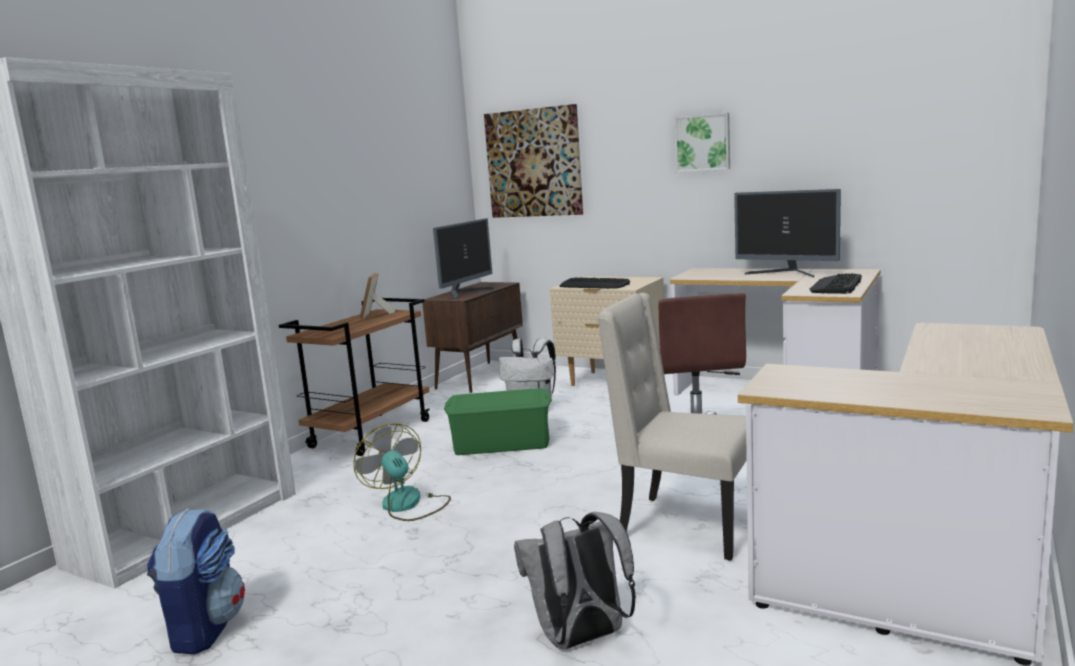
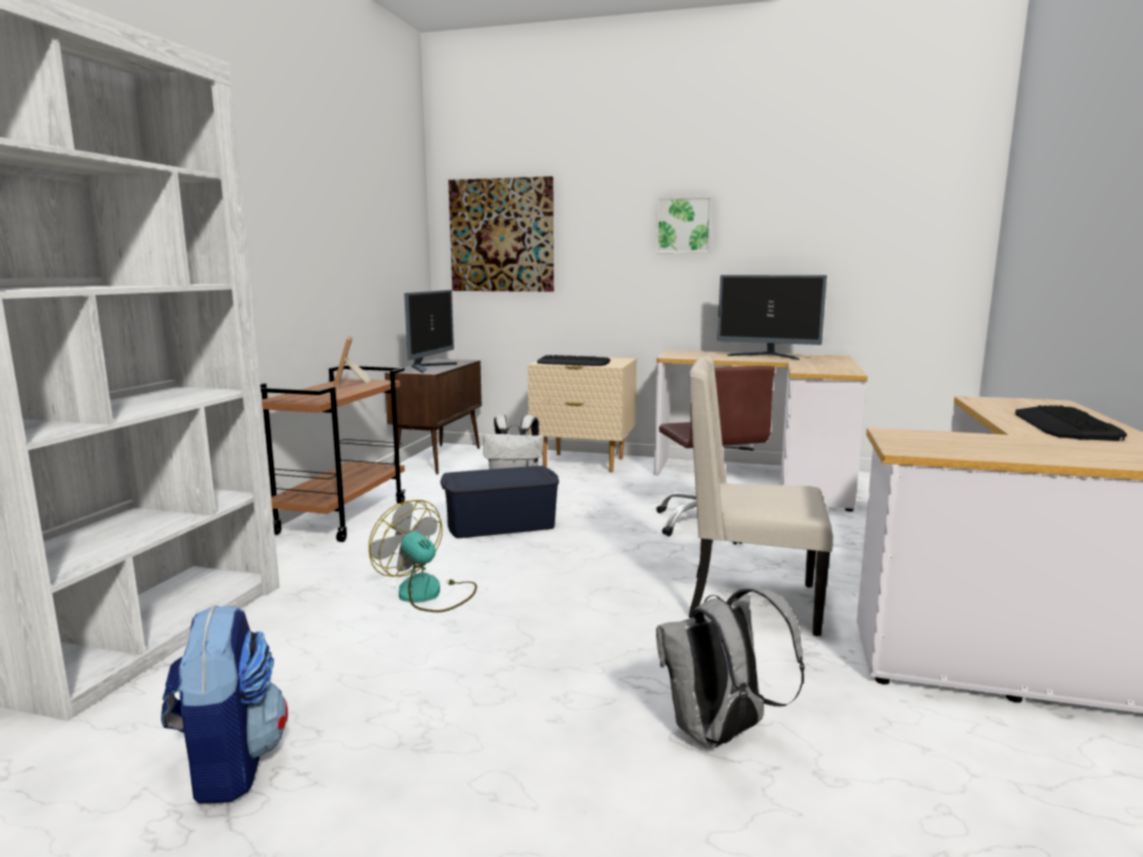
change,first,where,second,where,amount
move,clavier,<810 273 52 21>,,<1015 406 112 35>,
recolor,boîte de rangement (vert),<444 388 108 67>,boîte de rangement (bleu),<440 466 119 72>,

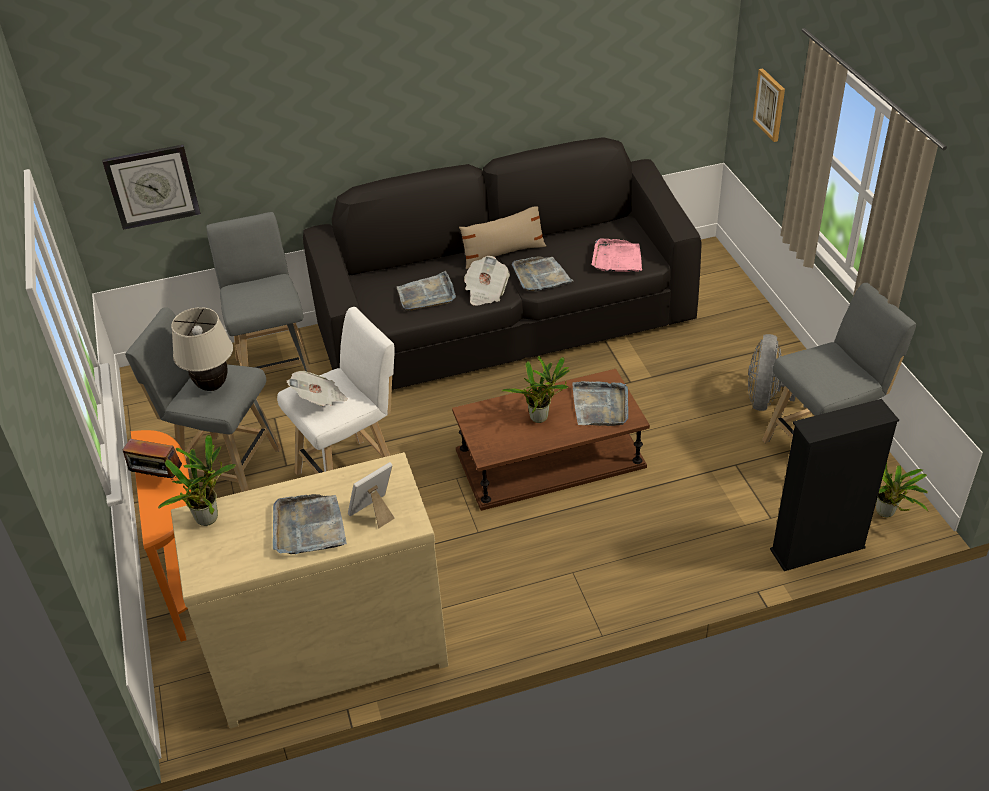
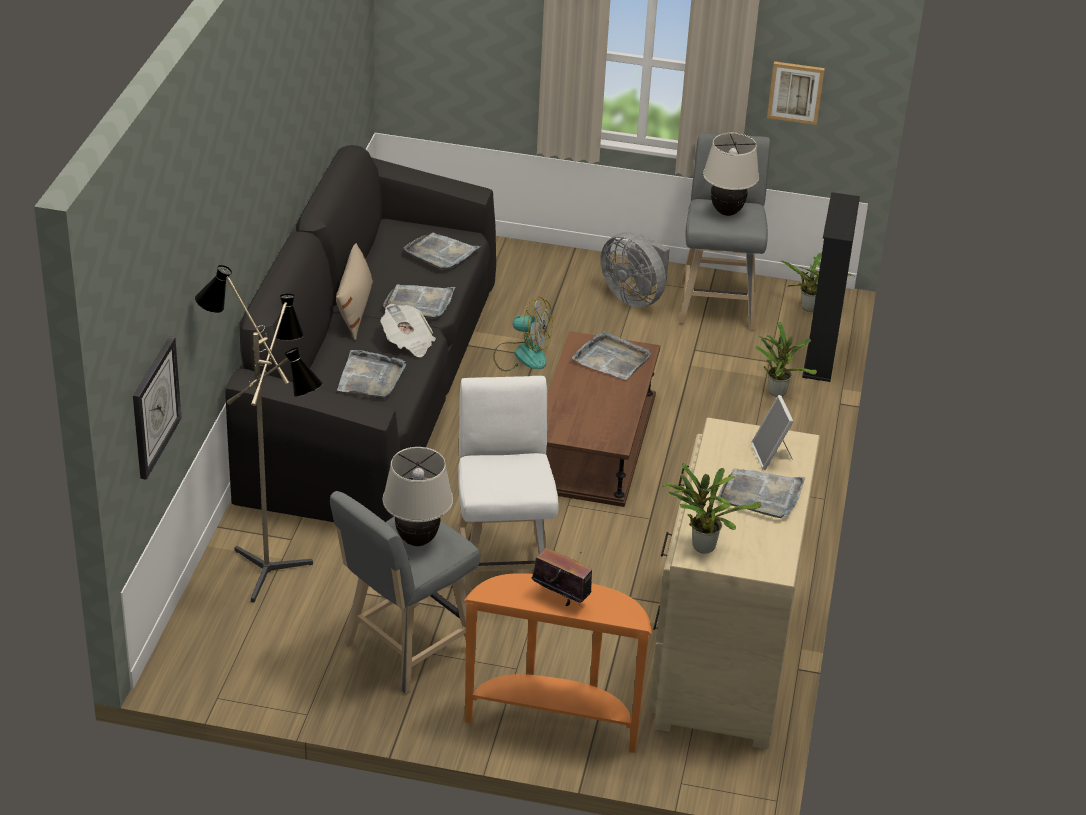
change,first,where,second,where,amount
delete,journal,<287 371 61 35>,,,
insert,,,ventilateur,<493 297 60 74>,
insert,,,lampe de table (beige),<703 133 56 83>,
move,plante en pot,<501 356 70 67>,,<755 322 62 75>,
move,tableau,<753 68 32 74>,,<767 61 58 64>,
replace,tabouret (gris),<206 212 105 161>,lampadaire,<195 265 128 338>,
recolor,plateau (rose),<592 239 50 33>,plateau (gris),<403 233 77 37>,
rotate,radio,<123 439 59 41>,,<532 548 60 59>,105 degrees counterclockwise

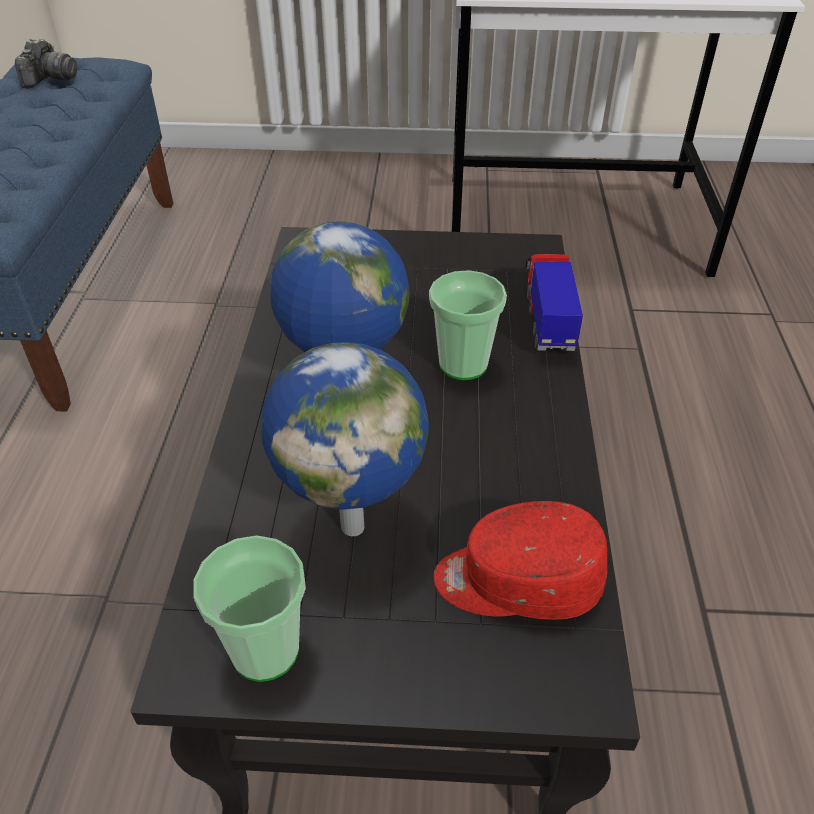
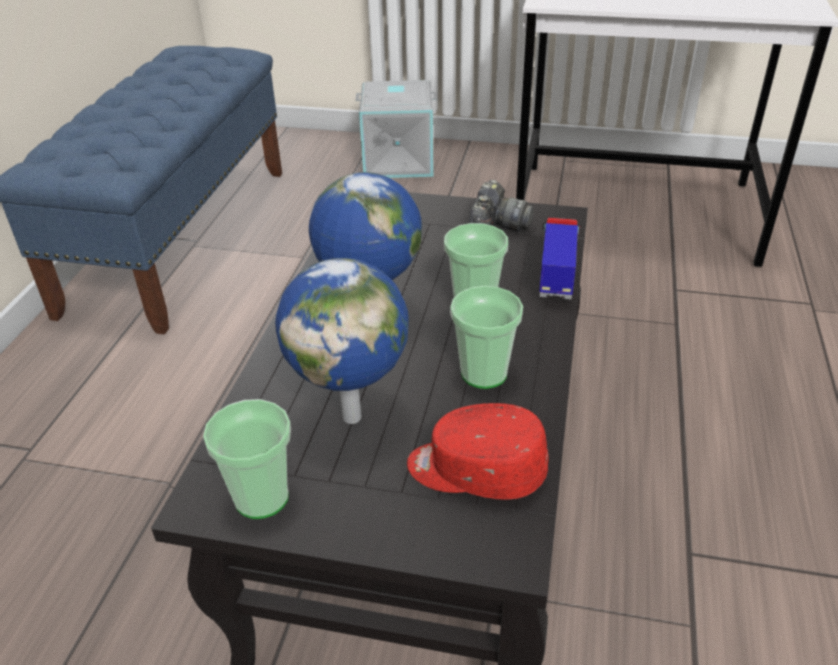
change,first,where,second,where,amount
insert,,,boîte de rangement (gris),<355 80 82 98>,
insert,,,tasse,<450 286 73 103>,
move,appareil photo,<15 39 62 49>,,<469 180 65 52>,

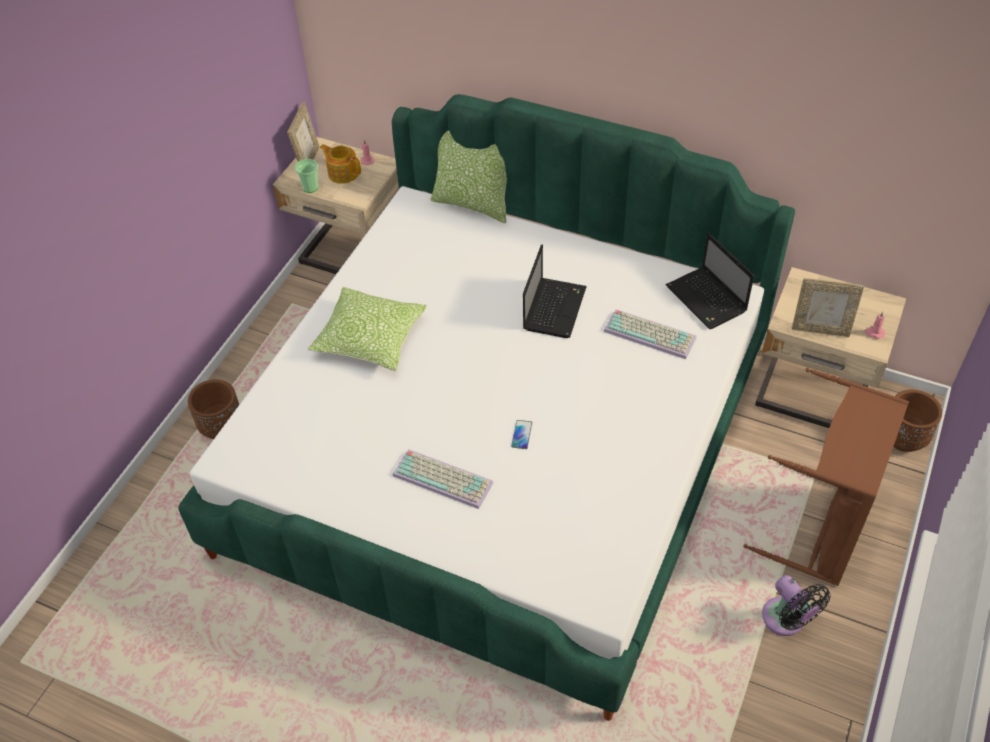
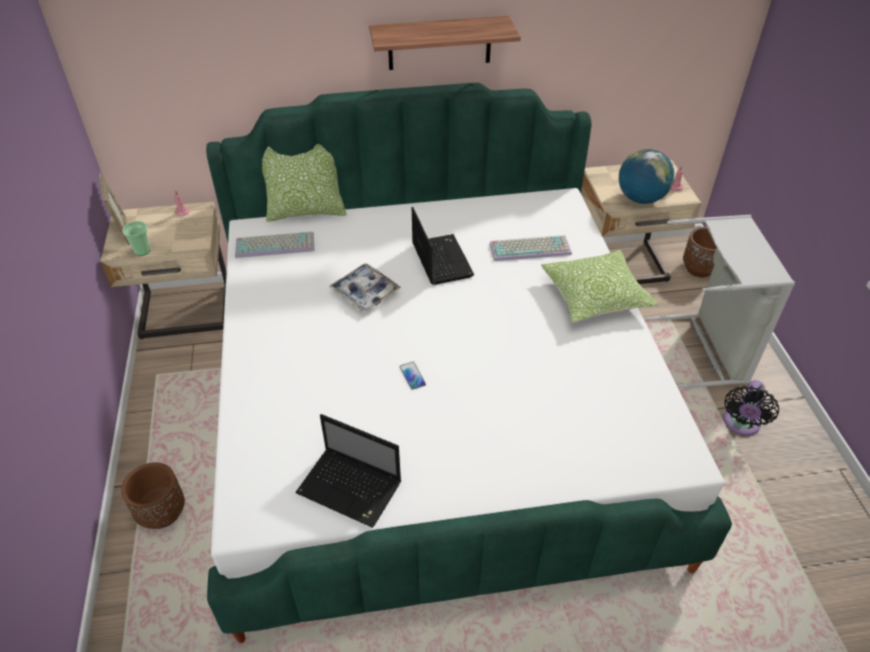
change,first,where,second,where,amount
delete,théière,<320 144 41 40>,,,
insert,,,plateau,<329 263 72 49>,
insert,,,étagère,<369 16 152 54>,
move,coussin,<308 287 119 84>,,<541 250 118 73>,
move,clavier,<393 449 100 60>,,<235 232 79 26>,
move,téléphone,<511 420 21 29>,,<400 362 26 28>,
move,ordinateur portable,<666 233 88 96>,,<295 414 106 114>,
replace,cadre photo,<792 278 72 59>,globe,<619 149 55 55>,
recolor,panier à linge (marron),<744 368 165 218>,panier à linge (gris),<643 215 152 173>,
rotate,ventilateur (noir),<762 575 68 61>,,<723 380 56 56>,90 degrees clockwise

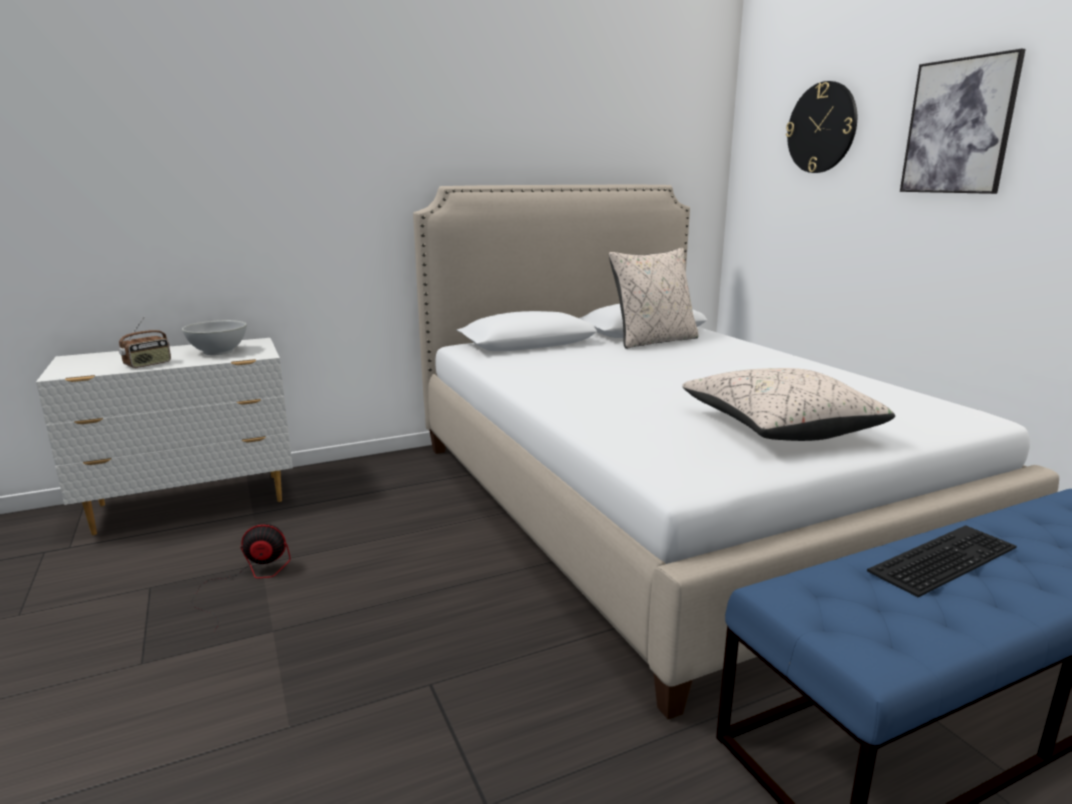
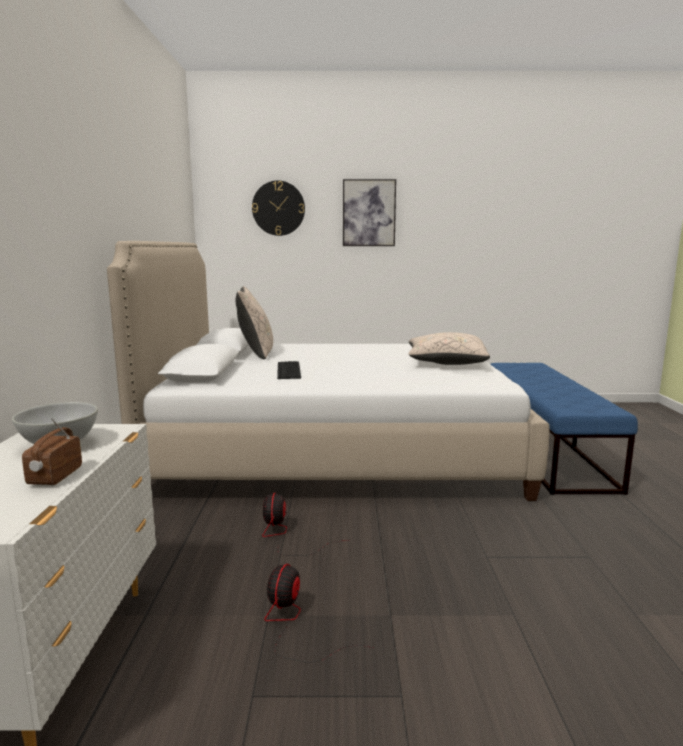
change,first,where,second,where,amount
insert,,,ventilateur,<262 493 75 63>,
move,clavier,<867 525 150 72>,,<277 361 24 18>,
rotate,radio,<119 317 52 51>,,<22 418 60 68>,150 degrees counterclockwise

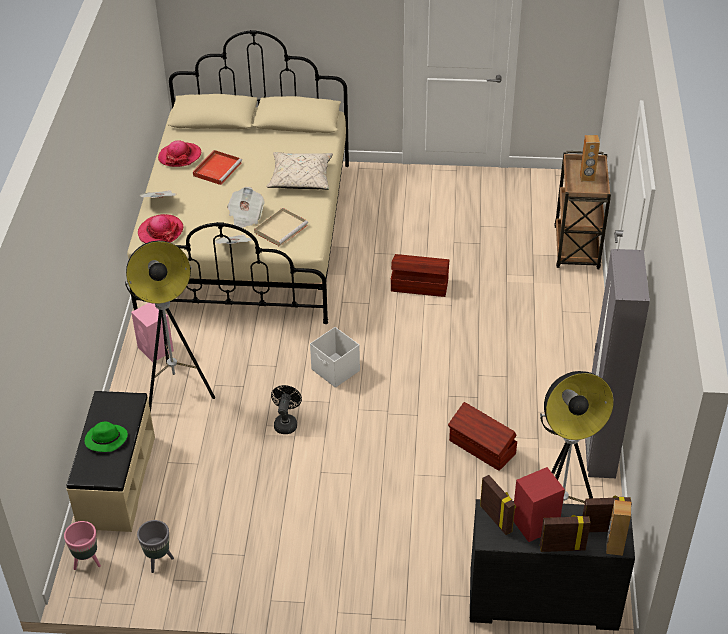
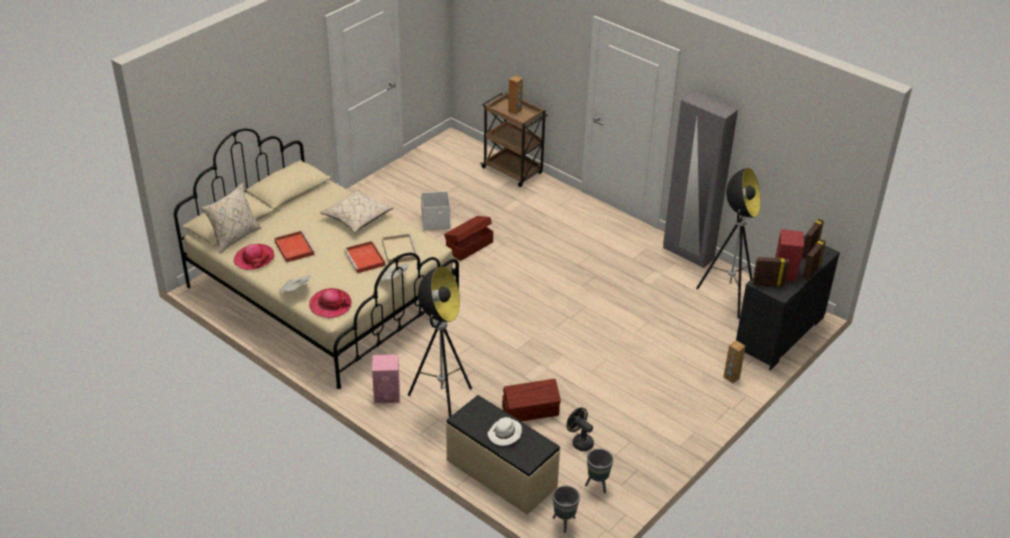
change,first,where,second,where,amount
insert,,,coussin (beige),<201 182 60 72>,
move,ventilateur (noir),<271 385 31 49>,,<566 407 28 44>,
move,boîte de rangement (blanc),<310 327 50 61>,,<421 191 29 39>,
move,boîte de rangement (marron),<448 402 69 69>,,<502 379 59 43>,
move,enceinte (marron),<606 500 25 56>,,<723 340 22 43>,
replace,journal,<227 187 38 41>,plateau (rouge),<344 241 42 32>,
recolor,cache-pot (rose),<64 521 37 49>,cache-pot (gris),<552 486 28 47>,
recolor,chapeau (vert),<85 421 43 31>,chapeau (blanc),<488 417 34 29>,

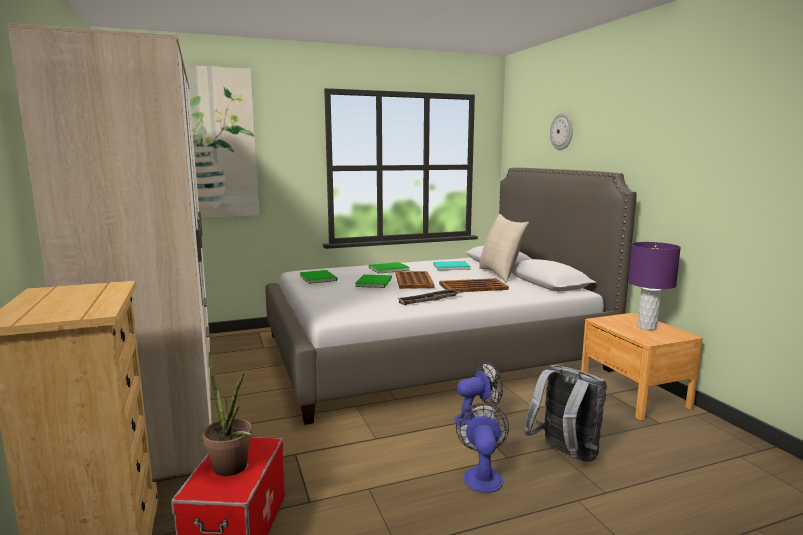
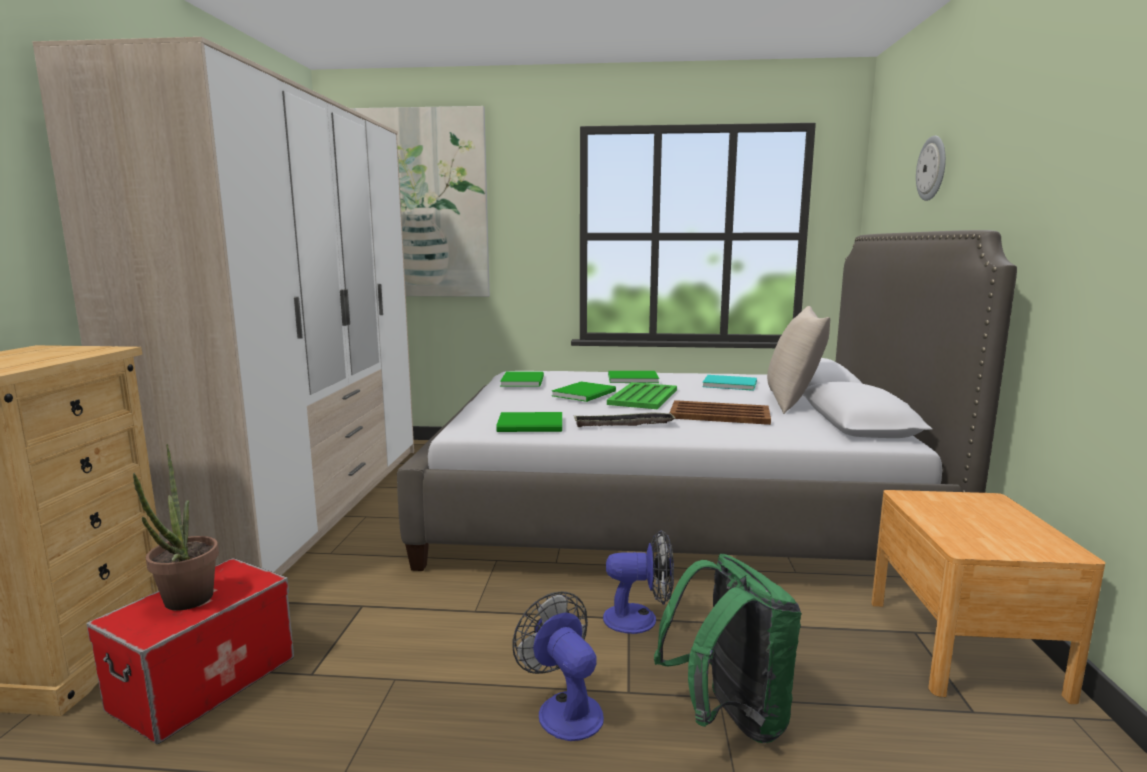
change,first,where,second,where,amount
delete,lampe de table (violet),<628 242 53 88>,,,
insert,,,livre (vert),<496 412 66 20>,
recolor,plateau (marron),<396 271 39 18>,plateau (vert),<607 382 70 27>,
recolor,sac à dos (gris),<524 365 83 97>,sac à dos (vert),<654 554 148 189>,
rotate,ventilateur,<456 403 53 90>,,<512 591 92 150>,60 degrees counterclockwise

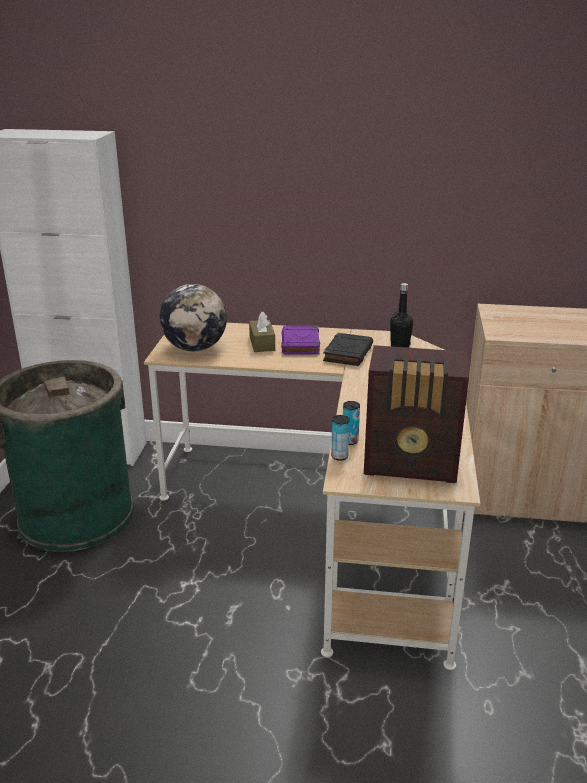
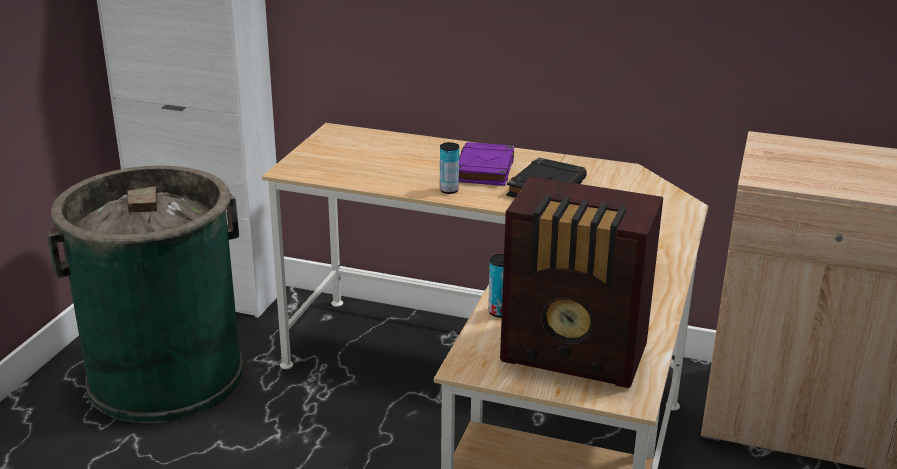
change,first,where,second,where,amount
delete,globe,<159 284 68 67>,,,
delete,boîte à mouchoirs (marron),<249 312 26 40>,,,
delete,bouteille (noir),<390 283 23 65>,,,
move,boîte métallique,<331 415 19 46>,,<440 142 19 52>,

